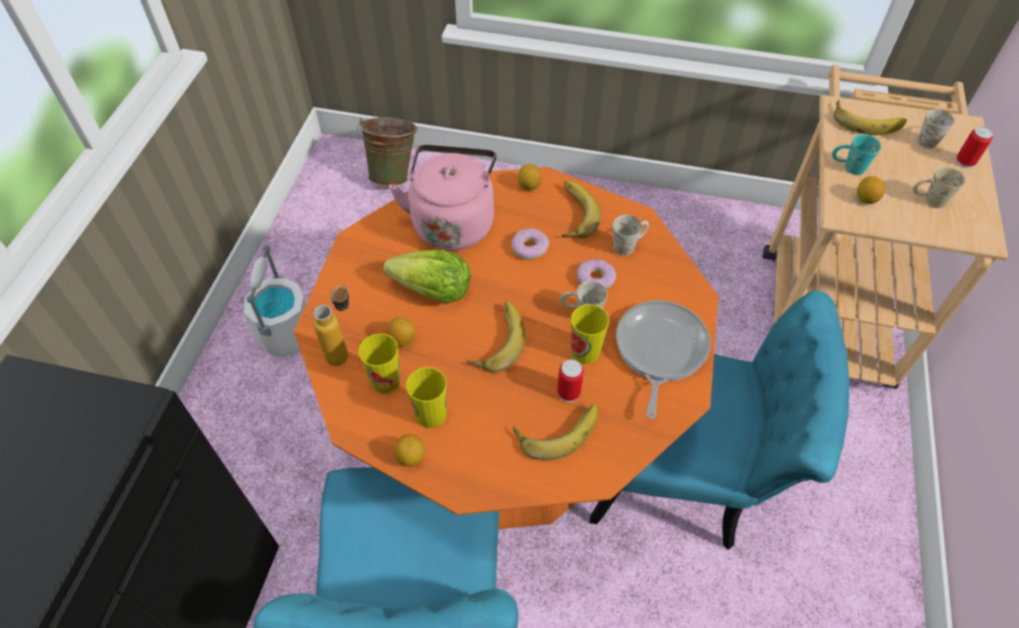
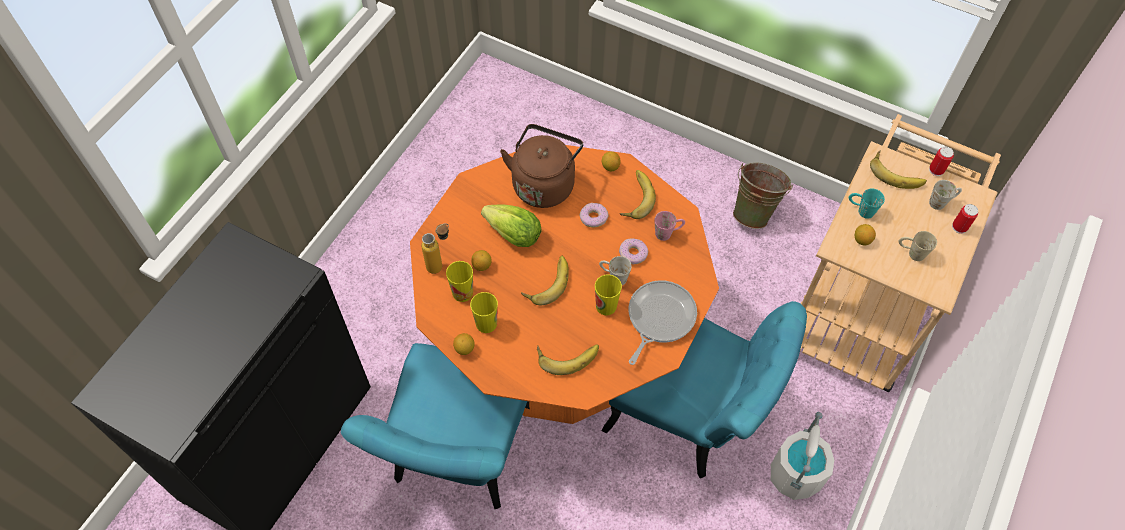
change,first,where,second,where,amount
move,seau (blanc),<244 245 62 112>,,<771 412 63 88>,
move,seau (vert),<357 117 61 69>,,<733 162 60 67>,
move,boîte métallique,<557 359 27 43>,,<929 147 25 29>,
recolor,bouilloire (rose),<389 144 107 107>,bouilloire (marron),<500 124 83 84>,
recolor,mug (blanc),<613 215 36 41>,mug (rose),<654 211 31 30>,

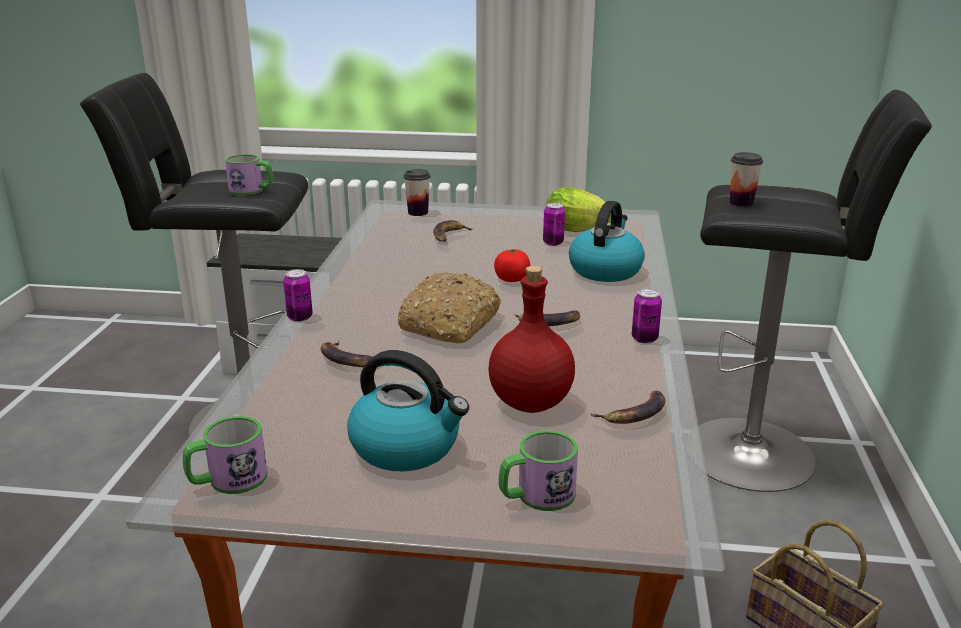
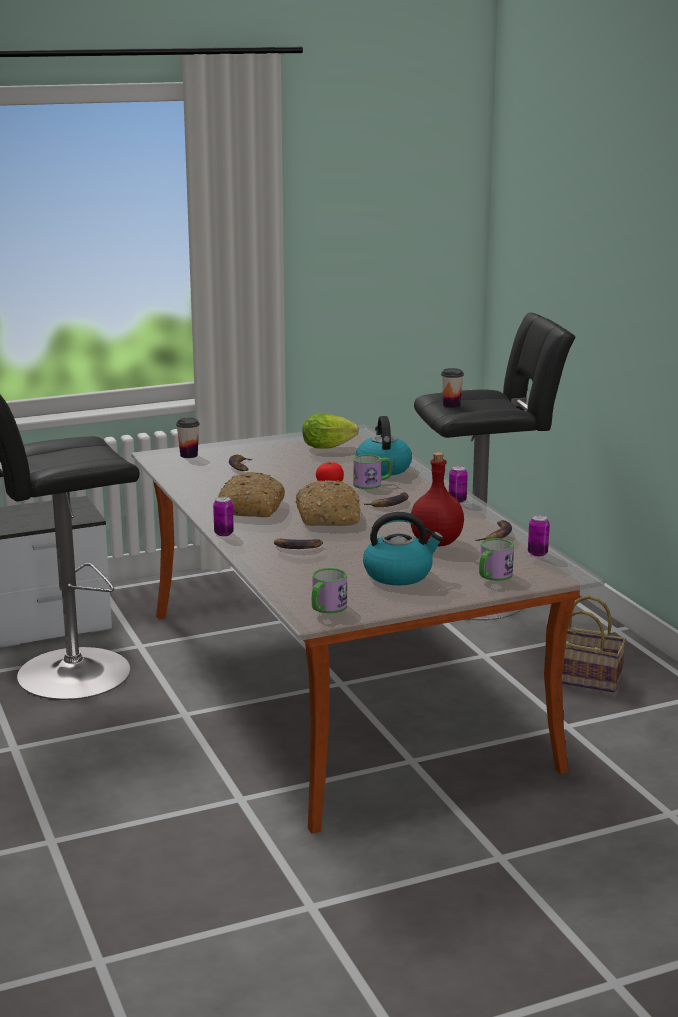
change,first,where,second,where,amount
insert,,,pain,<218 472 67 45>,
move,mug,<225 154 48 41>,,<353 454 39 35>,
move,boîte métallique,<543 203 22 43>,,<528 515 22 41>,

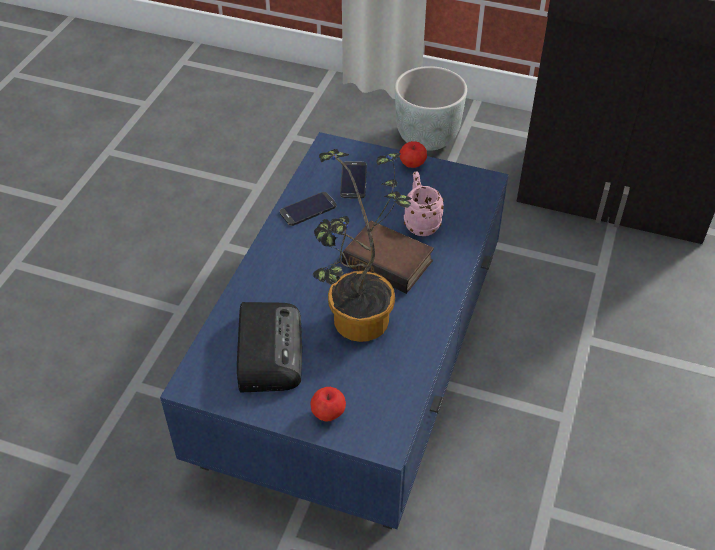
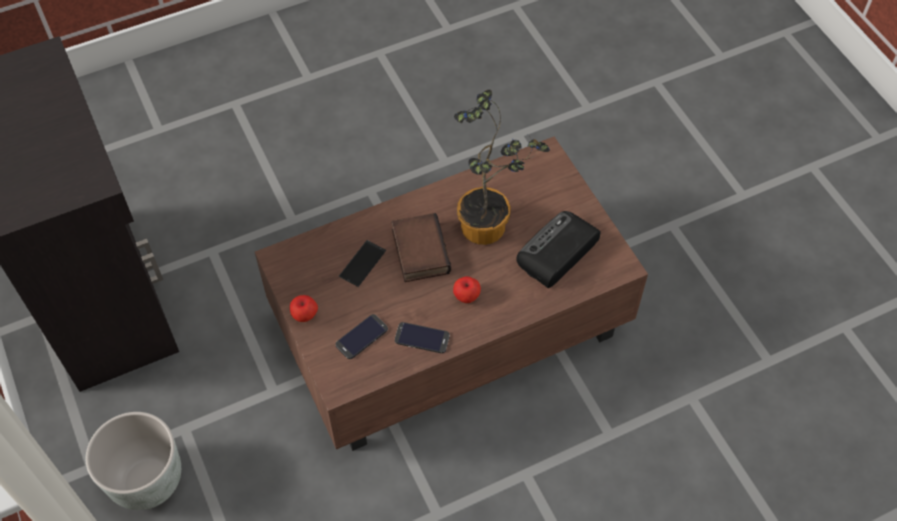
change,first,where,second,where,amount
move,pomme,<310 387 36 35>,,<453 276 28 27>,
replace,mug (rose),<404 172 40 64>,téléphone,<339 240 47 47>,
recolor,table basse (bleu),<160 132 349 397>,table basse (marron),<255 136 393 315>,

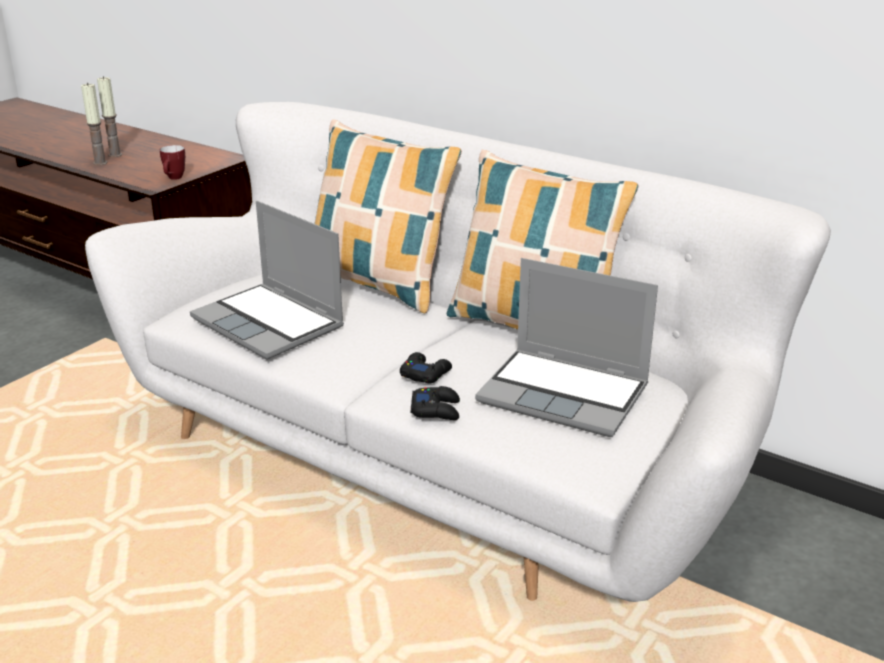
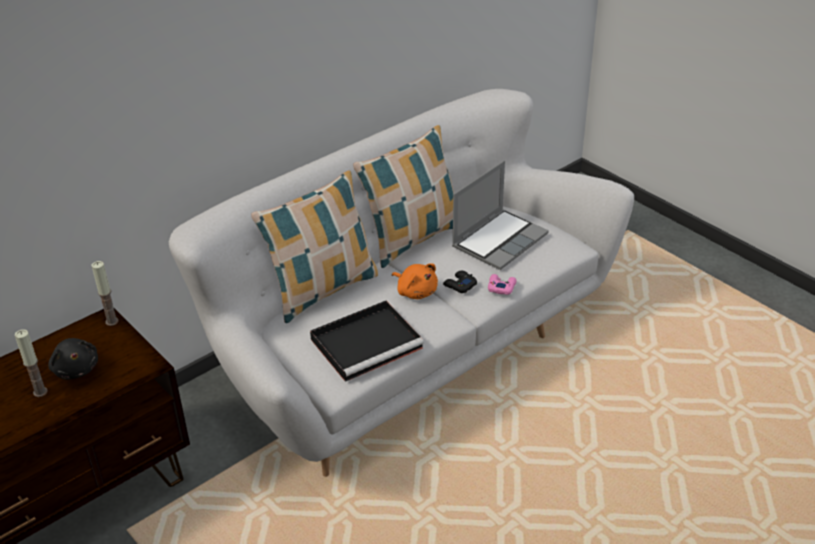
change,first,where,second,where,amount
delete,mug,<160 145 25 35>,,,
insert,,,peluche (noir),<48 338 50 42>,
insert,,,peluche (orange),<392 263 46 36>,
move,bougie,<81 83 26 82>,,<92 261 26 65>,
replace,ordinateur portable,<190 201 154 159>,plateau (noir),<310 301 114 81>,
recolor,manette (noir),<411 386 49 34>,manette (rose),<488 274 29 21>,

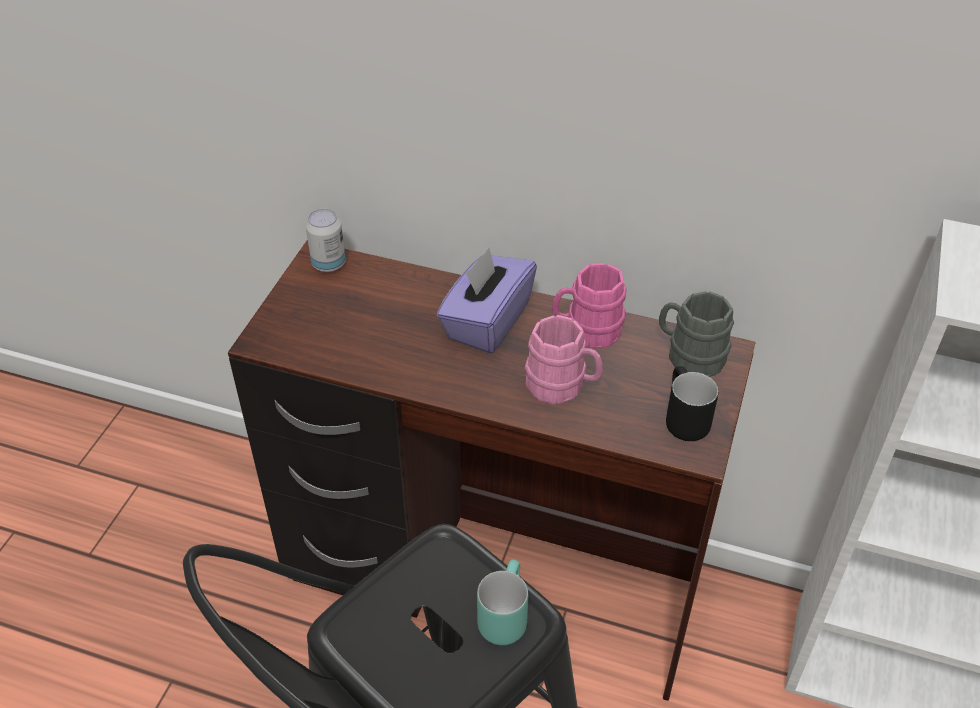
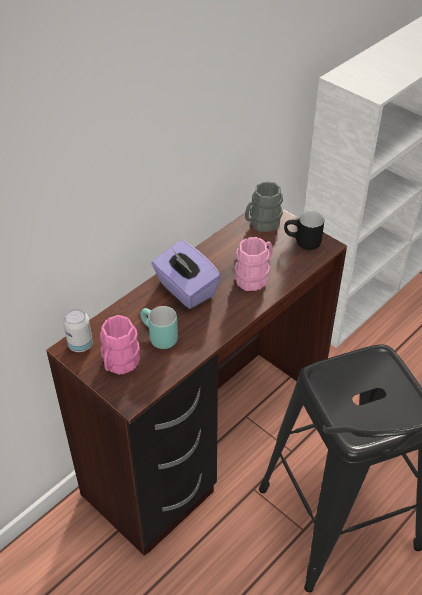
change,first,where,second,where,amount
move,mug (turquoise),<477 559 51 86>,,<140 306 38 43>,
move,mug (rose),<552 263 74 86>,,<100 315 40 60>,

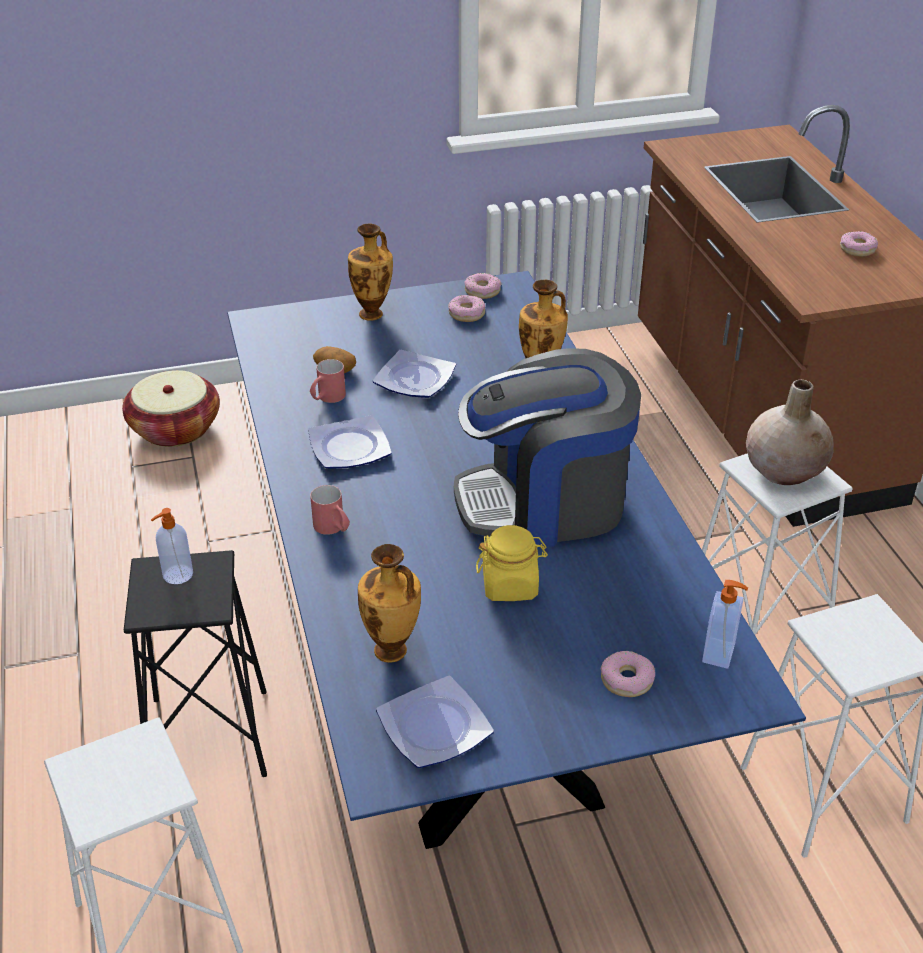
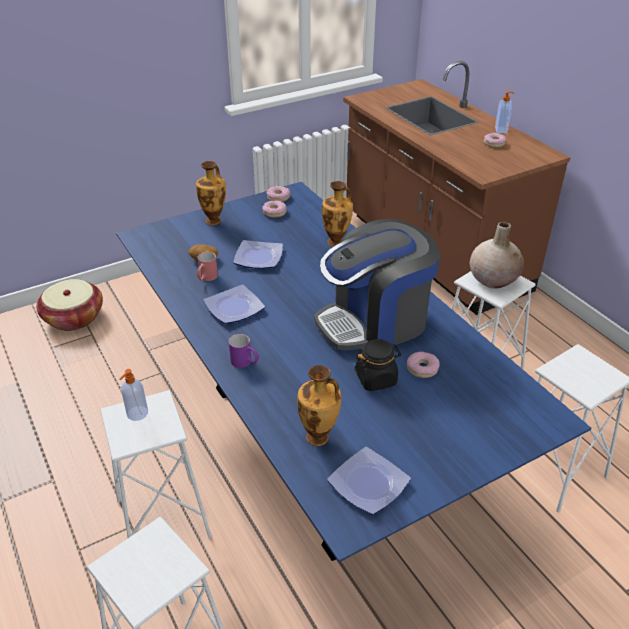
change,first,where,second,where,amount
move,beignet,<600 651 55 46>,,<407 352 33 26>,
move,distributeur de savon,<702 580 46 89>,,<495 91 20 42>,
recolor,tabouret (noir),<124 550 143 227>,tabouret (blanc),<100 390 112 148>,
recolor,mug (rouge),<310 485 40 50>,mug (violet),<229 334 30 34>,
recolor,bocal (jaune),<476 525 72 76>,bocal (noir),<354 339 47 52>,

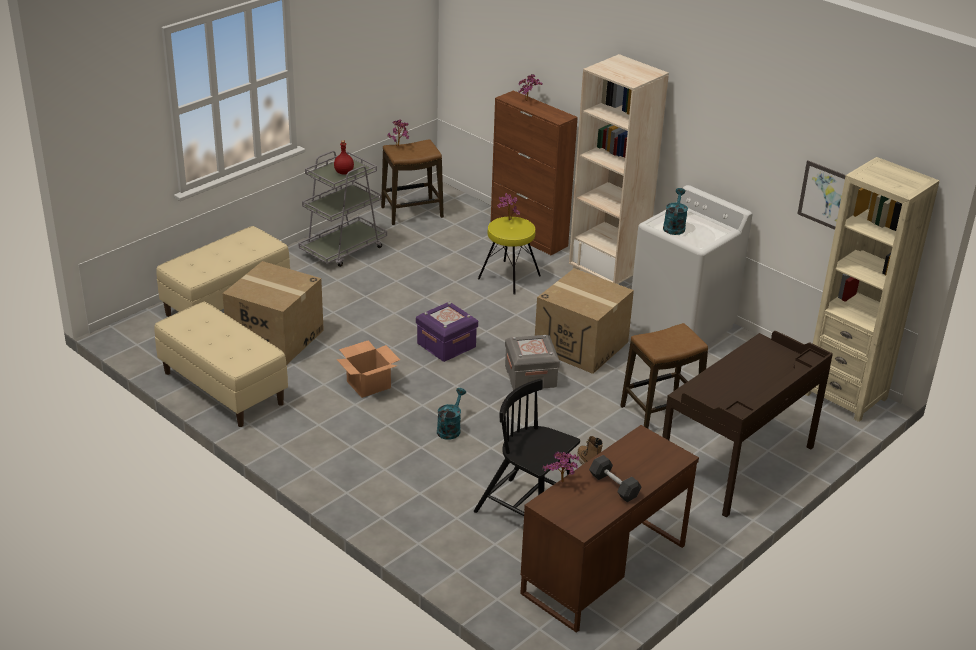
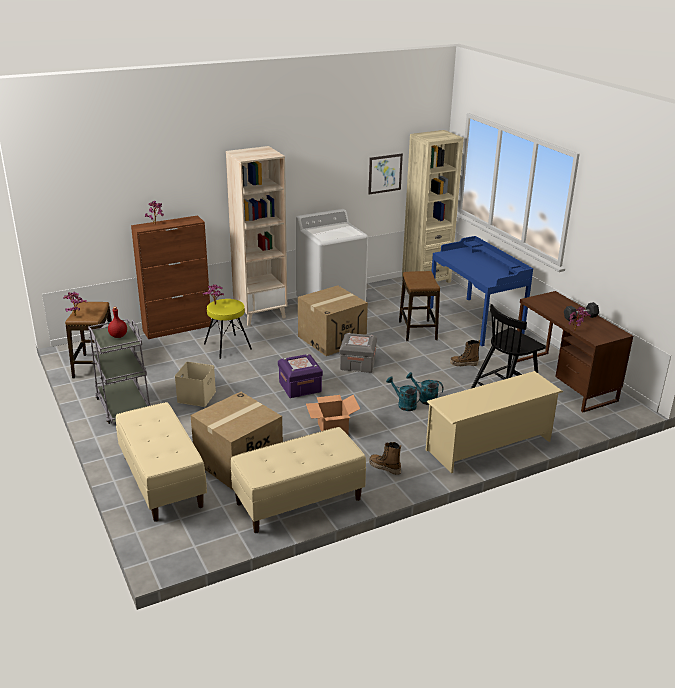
change,first,where,second,where,amount
insert,,,boîte de rangement (beige),<175 362 41 45>,
insert,,,botte,<369 442 32 33>,
insert,,,étagère à chaussures (beige),<426 371 137 102>,
move,arrosoir (turquoise),<663 188 25 47>,,<406 372 38 33>,
recolor,bureau (marron),<662 331 171 187>,bureau (bleu),<430 236 103 110>,

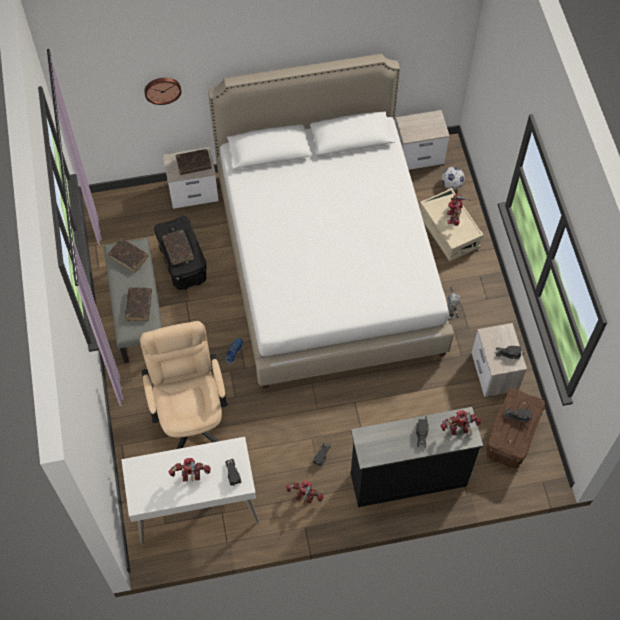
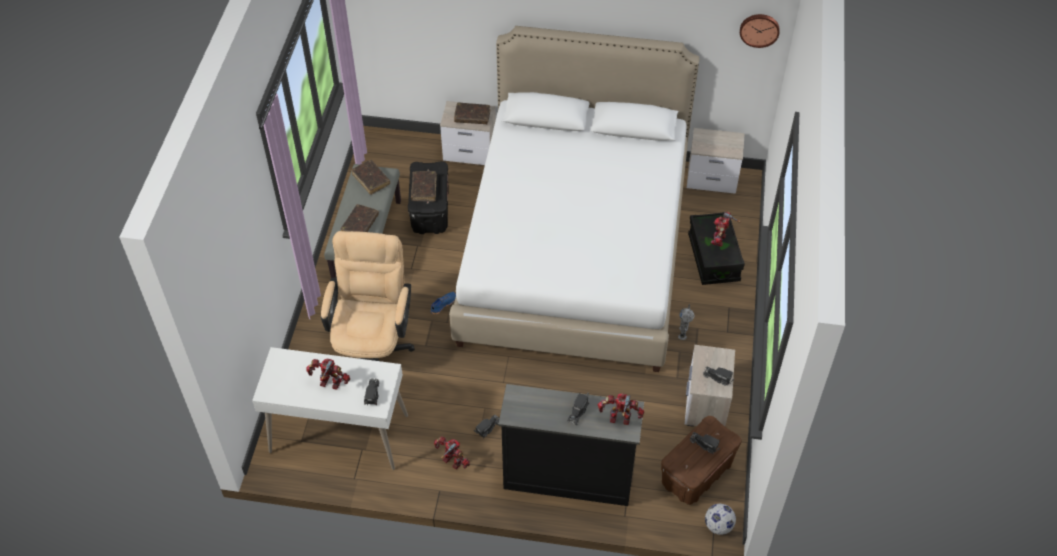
change,first,where,second,where,amount
move,horloge murale,<144 78 37 27>,,<740 14 40 34>,
move,ballon de foot,<441 167 24 23>,,<705 504 31 31>,
recolor,boîte de rangement (beige),<420 188 64 74>,boîte de rangement (noir),<688 212 57 73>,

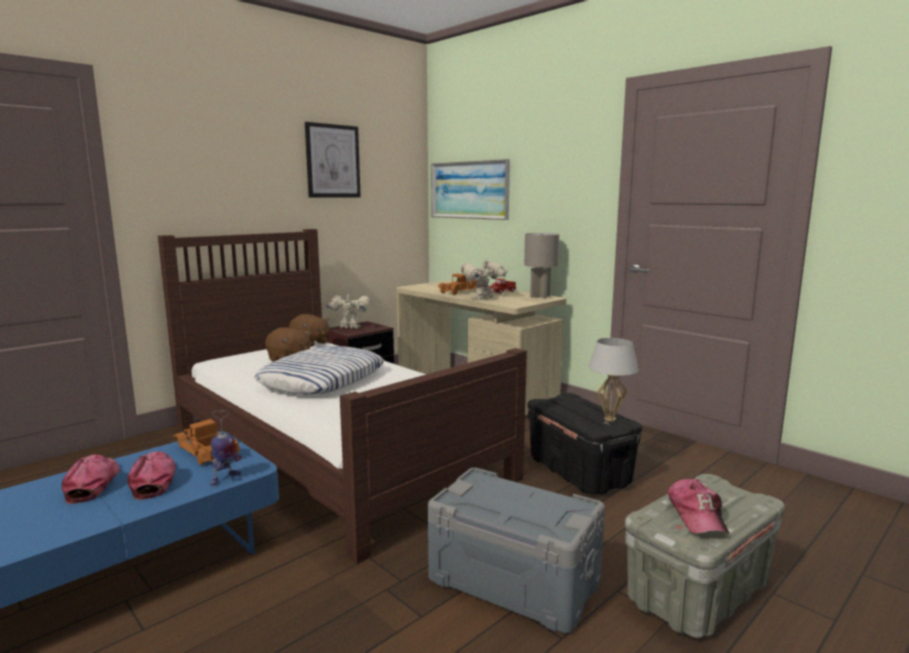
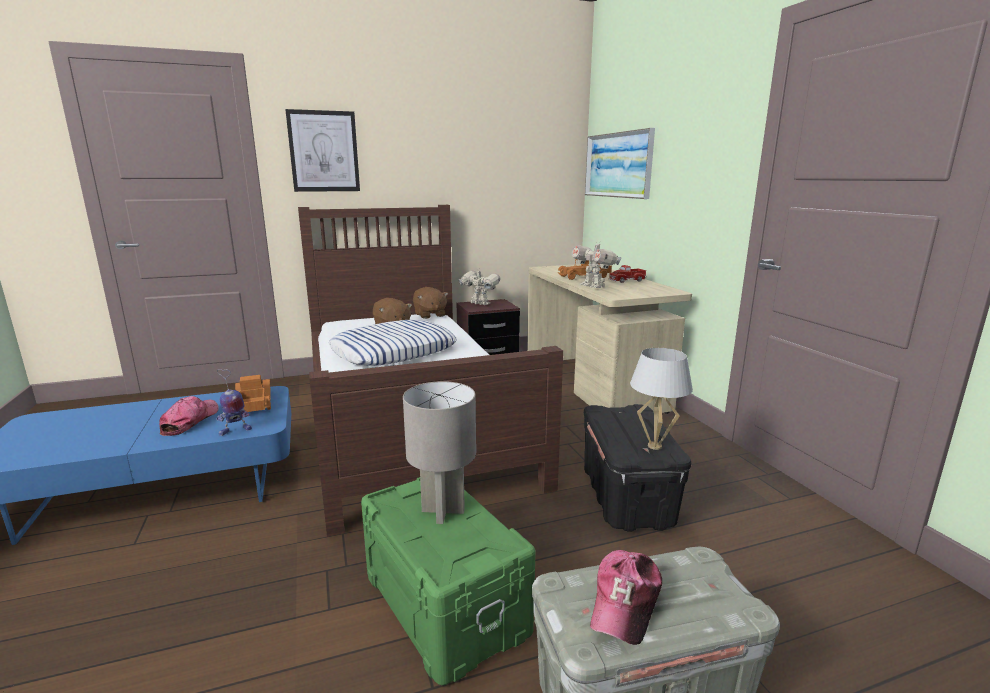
change,first,where,second,where,amount
delete,casquette,<62 455 58 49>,,,
move,tableau,<305 122 56 76>,,<285 109 75 83>,
move,lampe de table (gris),<524 233 35 65>,,<403 381 73 143>,
recolor,boîte de rangement (gris),<428 468 177 166>,boîte de rangement (vert),<361 477 175 208>,
rotate,robot jouet,<461 258 47 42>,,<571 240 51 48>,105 degrees counterclockwise

